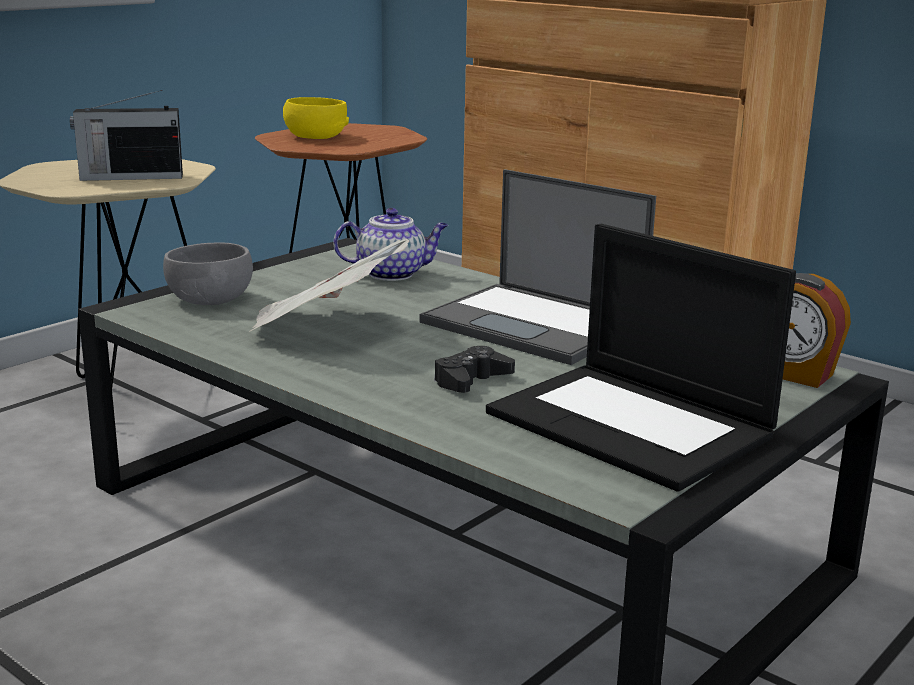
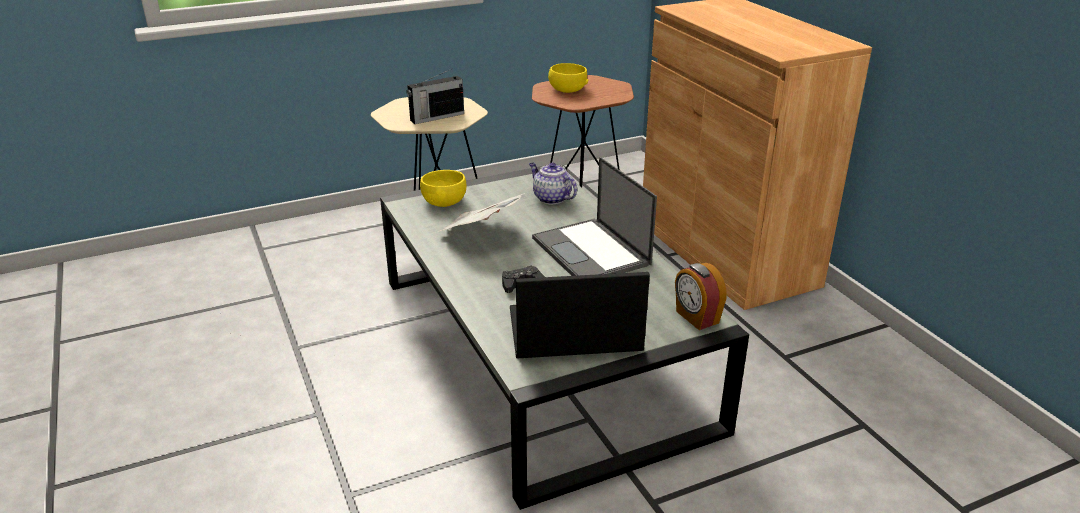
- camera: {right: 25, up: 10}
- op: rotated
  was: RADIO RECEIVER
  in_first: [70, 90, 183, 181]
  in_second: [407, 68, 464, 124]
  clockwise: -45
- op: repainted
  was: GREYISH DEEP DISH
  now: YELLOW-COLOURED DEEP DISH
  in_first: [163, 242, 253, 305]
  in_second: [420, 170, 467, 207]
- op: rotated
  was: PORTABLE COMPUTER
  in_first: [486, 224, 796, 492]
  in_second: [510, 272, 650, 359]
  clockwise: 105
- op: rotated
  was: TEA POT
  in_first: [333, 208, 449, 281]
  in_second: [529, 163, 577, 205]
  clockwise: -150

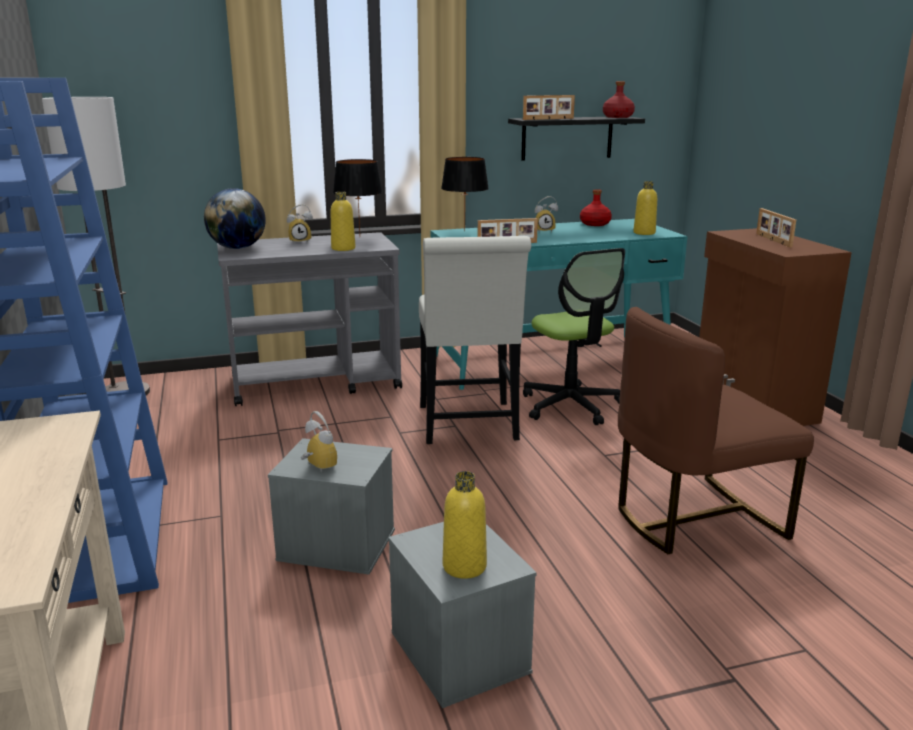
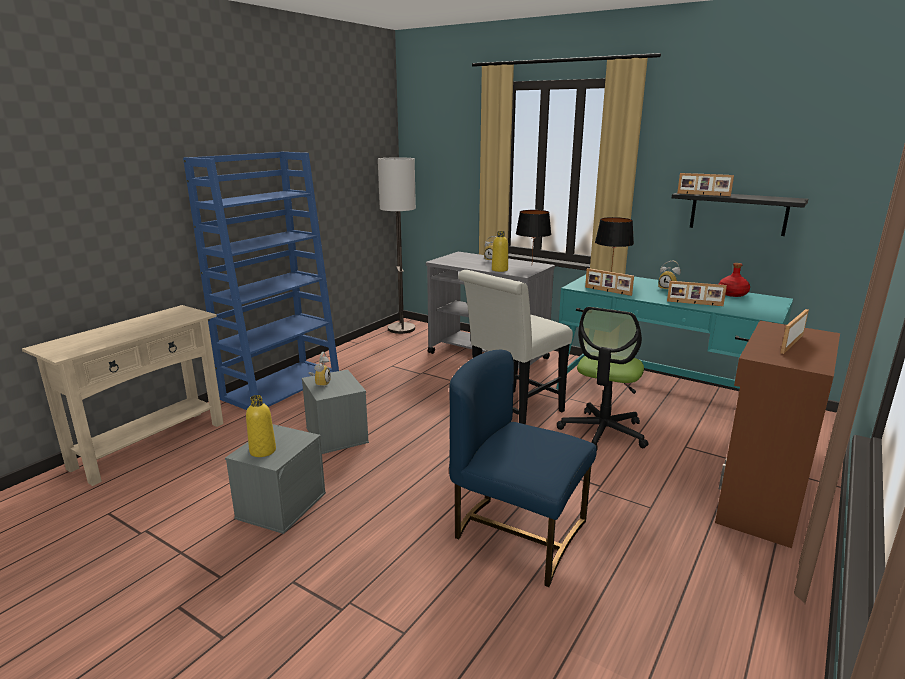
- camera: {right: 50, up: 0}
- op: repainted
  was: BROWN PLAIN CHAIR
  now: BLUISH PLAIN CHAIR
  in_first: [618, 307, 814, 554]
  in_second: [449, 350, 597, 587]
- op: new
  now: PHOTO FRAME
  in_second: [667, 281, 727, 306]
- op: gone
  was: WORLD GLOBE
  in_first: [204, 188, 266, 249]
- op: gone
  was: RED-COLOURED BEVERAGE BOTTLE
  in_first: [603, 81, 635, 118]
- op: gone
  was: YELLOW-COLOURED BEVERAGE BOTTLE
  in_first: [633, 181, 657, 235]

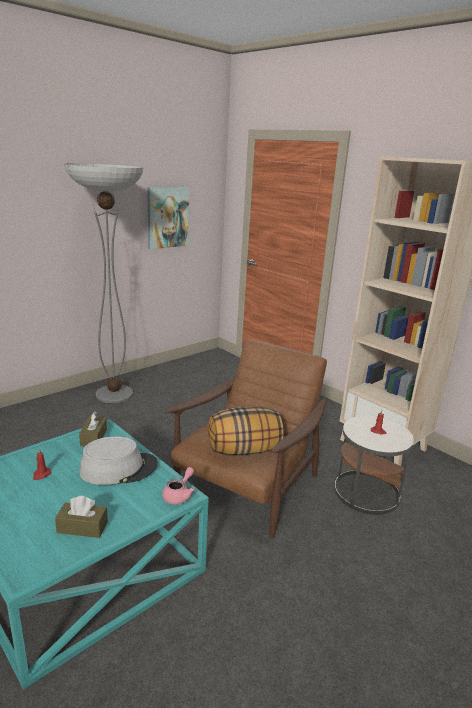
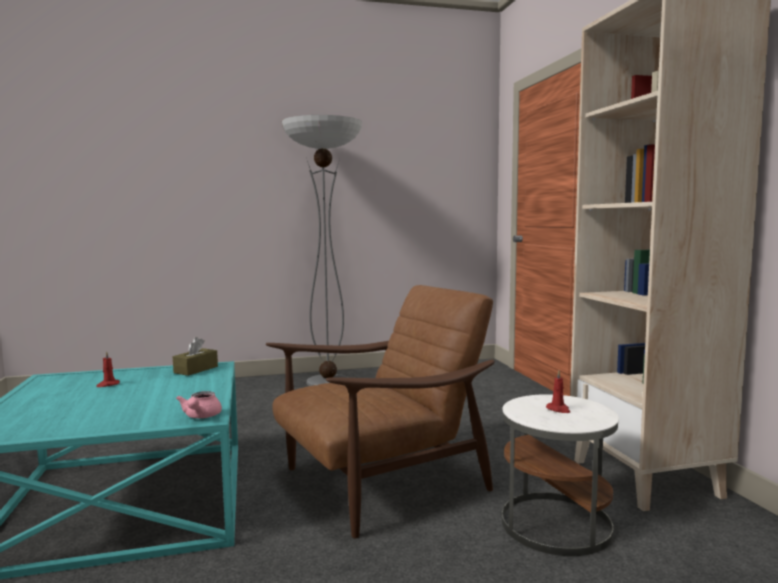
- camera: {right: 30, up: -15}
- op: rotated
  was: PINKISH TEA POT
  in_first: [162, 467, 195, 504]
  in_second: [176, 391, 222, 418]
  clockwise: 120
- op: gone
  was: BROWN TISSUE HOLDER
  in_first: [55, 496, 108, 538]
- op: gone
  was: GREYISH WEARABLE HAT
  in_first: [79, 436, 158, 485]
- op: gone
  was: PICTURE
  in_first: [147, 187, 189, 249]
- op: gone
  was: CUSHION
  in_first: [208, 406, 284, 456]

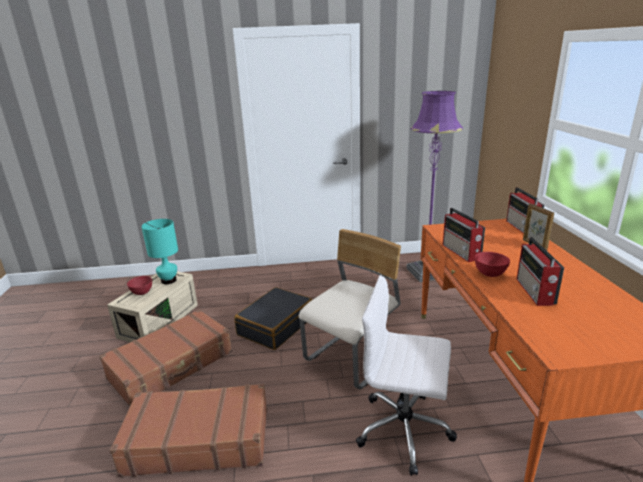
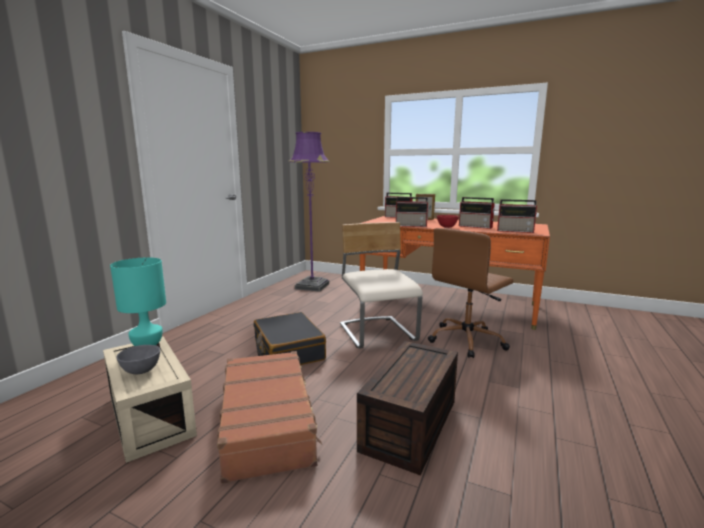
- camera: {right: -60, up: -10}
- op: repainted
  was: RED-COLOURED DEEP DISH
  now: GREYISH DEEP DISH
  in_first: [127, 276, 152, 295]
  in_second: [117, 345, 160, 374]
- op: swapped
  was: BROWN SUITCASE
  now: BROWN STORAGE BIN
  in_first: [110, 384, 267, 477]
  in_second: [357, 341, 458, 475]
- op: repainted
  was: WHITE DESK CHAIR
  now: BROWN DESK CHAIR
  in_first: [356, 275, 457, 476]
  in_second: [428, 228, 513, 358]
- op: new
  now: RADIO RECEIVER
  in_second: [497, 199, 538, 233]

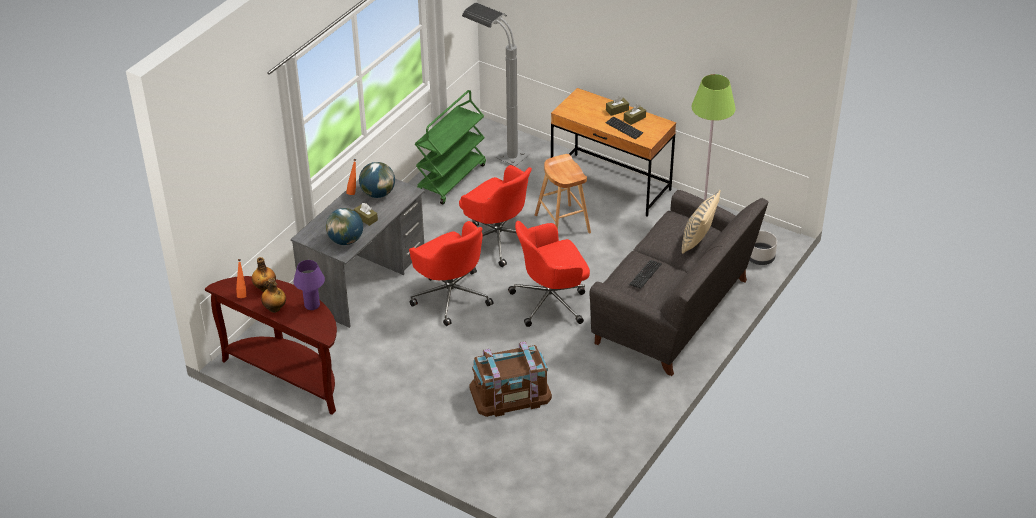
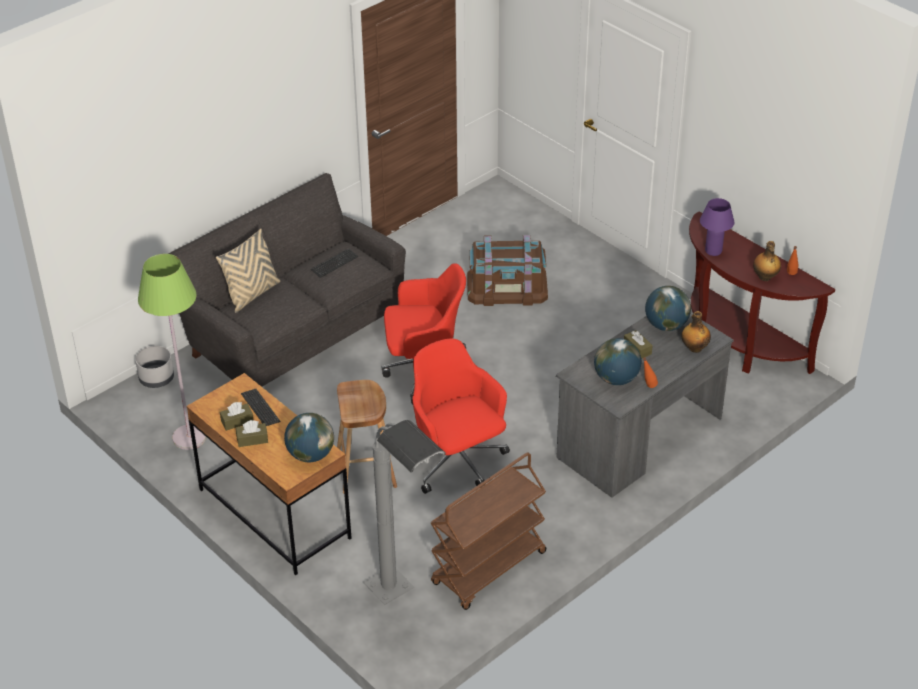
- camera: {right: -165, up: 0}
- op: new
  now: WORLD GLOBE
  in_second: [284, 413, 334, 462]
- op: repainted
  was: GREEN TROLLEY
  now: BROWN TROLLEY
  in_first: [415, 90, 486, 205]
  in_second: [431, 452, 546, 610]
- op: shifted
  was: BEVERAGE BOTTLE
  in_first: [261, 278, 286, 313]
  in_second: [681, 311, 711, 353]
- op: gone
  was: RED-COLOURED DESK CHAIR
  in_first: [409, 221, 493, 326]

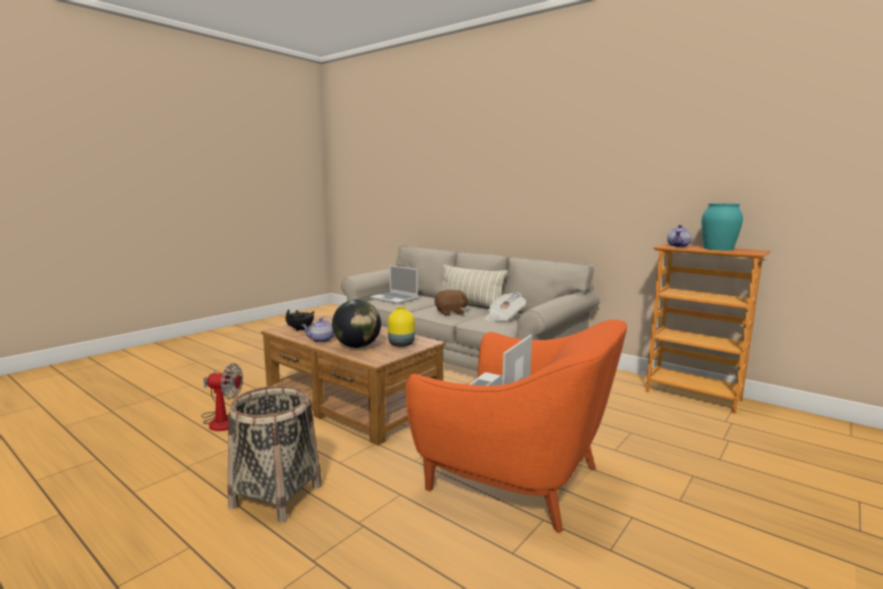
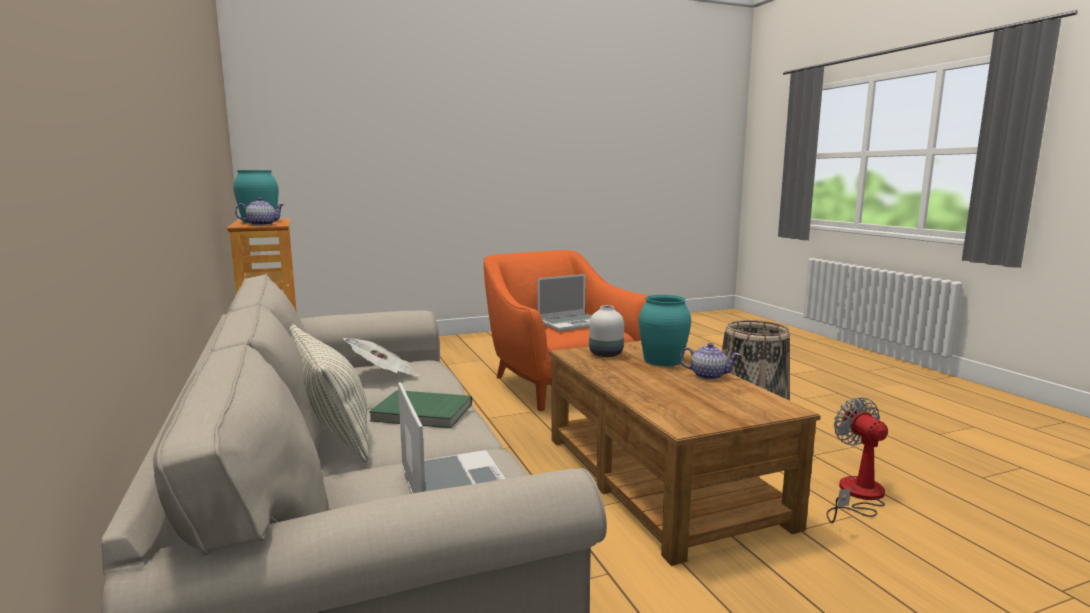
- camera: {right: -150, up: 0}
- op: swapped
  was: BROWN CUDDLY TOY
  now: GREEN BOUND BOOK
  in_first: [434, 290, 469, 316]
  in_second: [369, 390, 472, 428]
- op: repainted
  was: YELLOW-COLOURED FLOWER VASE
  now: WHITE FLOWER VASE
  in_first: [388, 307, 415, 347]
  in_second: [589, 305, 624, 357]
- op: swapped
  was: WORLD GLOBE
  now: BLUE-GREEN FLOWER VASE
  in_first: [332, 299, 381, 348]
  in_second: [639, 295, 691, 366]
- op: rotated
  was: ELECTRIC FAN
  in_first: [201, 363, 243, 431]
  in_second: [827, 397, 888, 523]
  clockwise: 45
- op: gone
  was: BLACK TEA POT
  in_first: [286, 309, 315, 331]

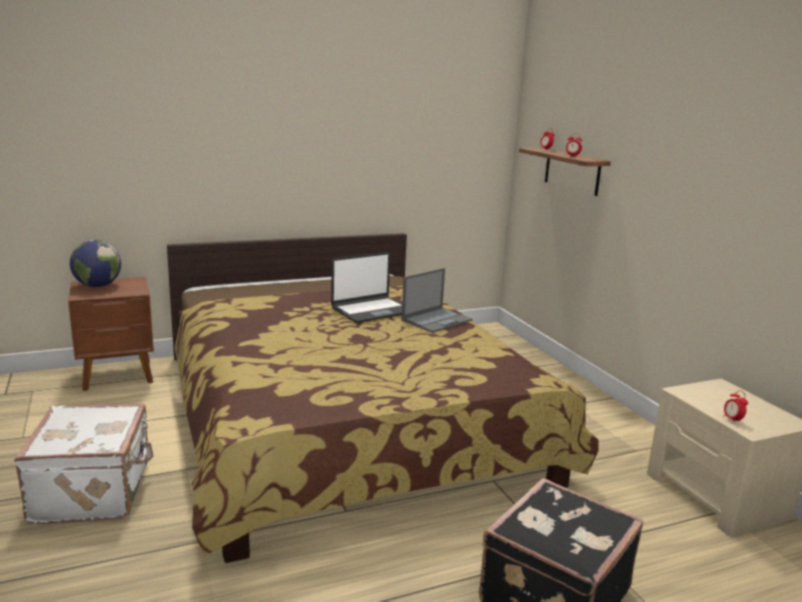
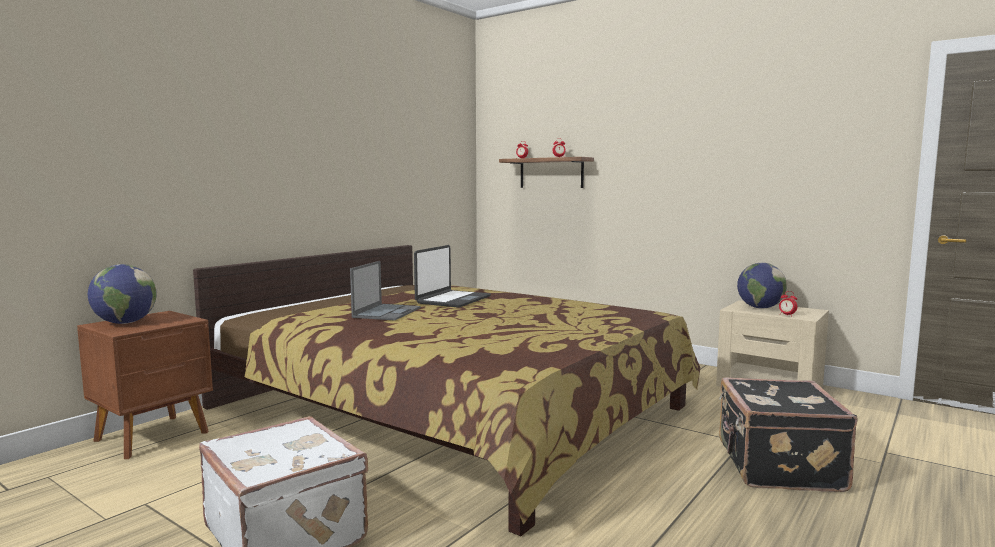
- camera: {right: -30, up: -10}
- op: shifted
  was: PORTABLE COMPUTER
  in_first: [401, 268, 473, 333]
  in_second: [350, 261, 421, 320]
- op: new
  now: WORLD GLOBE
  in_second: [737, 263, 787, 309]

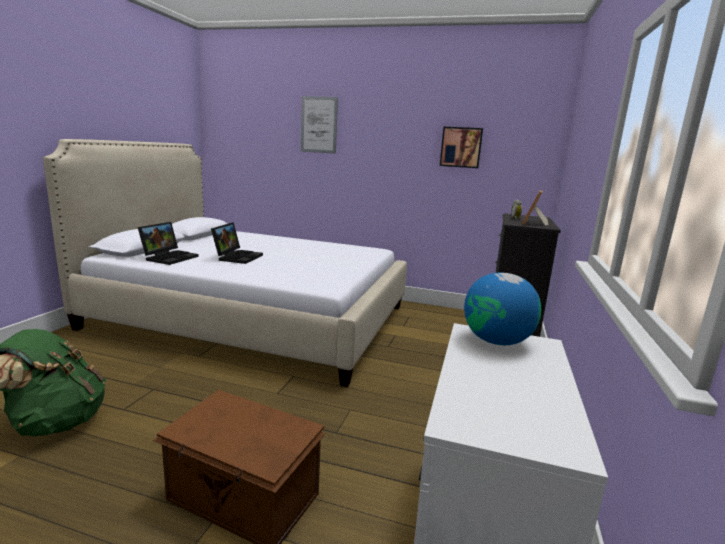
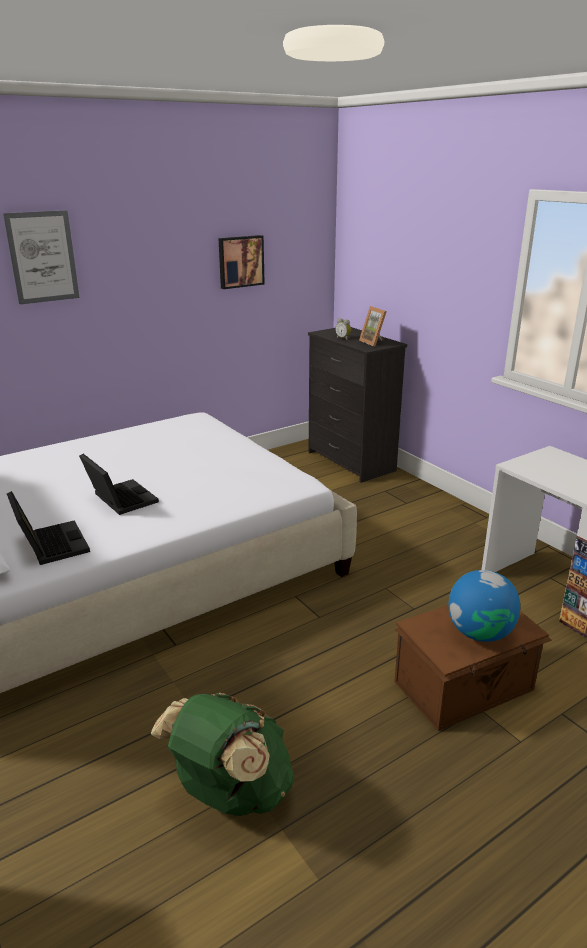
- camera: {right: -50, up: 10}
- op: shifted
  was: WORLD GLOBE
  in_first: [464, 273, 541, 345]
  in_second: [449, 570, 520, 642]

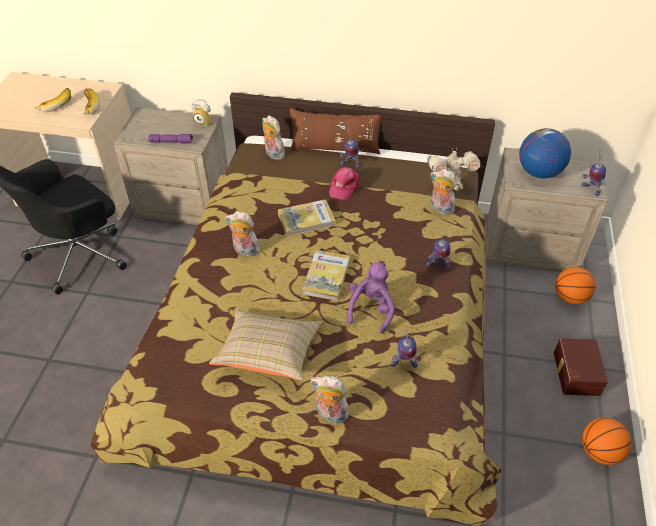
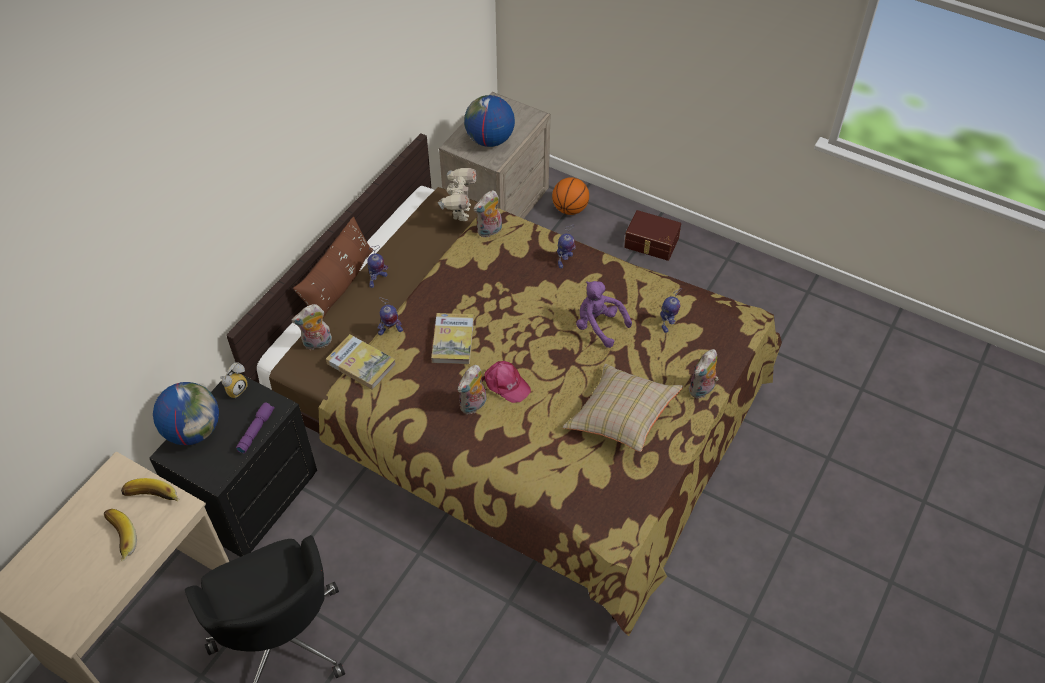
- camera: {right: -70, up: 5}
- op: repainted
  was: BEIGE-COLOURED NIGHT TABLE
  now: BLACK NIGHT TABLE
  in_first: [113, 107, 228, 225]
  in_second: [149, 370, 317, 557]
- op: new
  now: WORLD GLOBE
  in_second: [153, 382, 219, 445]
- op: shifted
  was: BOUND BOOK
  in_first: [302, 250, 350, 301]
  in_second: [326, 334, 396, 390]
- op: shifted
  was: MODEL ROBOT
  in_first: [581, 149, 606, 196]
  in_second: [378, 297, 403, 336]
- op: shifted
  was: PINKISH PEAKED CAP
  in_first: [329, 167, 360, 200]
  in_second: [482, 361, 531, 403]
- op: gone
  was: BASKETBALL
  in_first: [582, 418, 632, 465]

